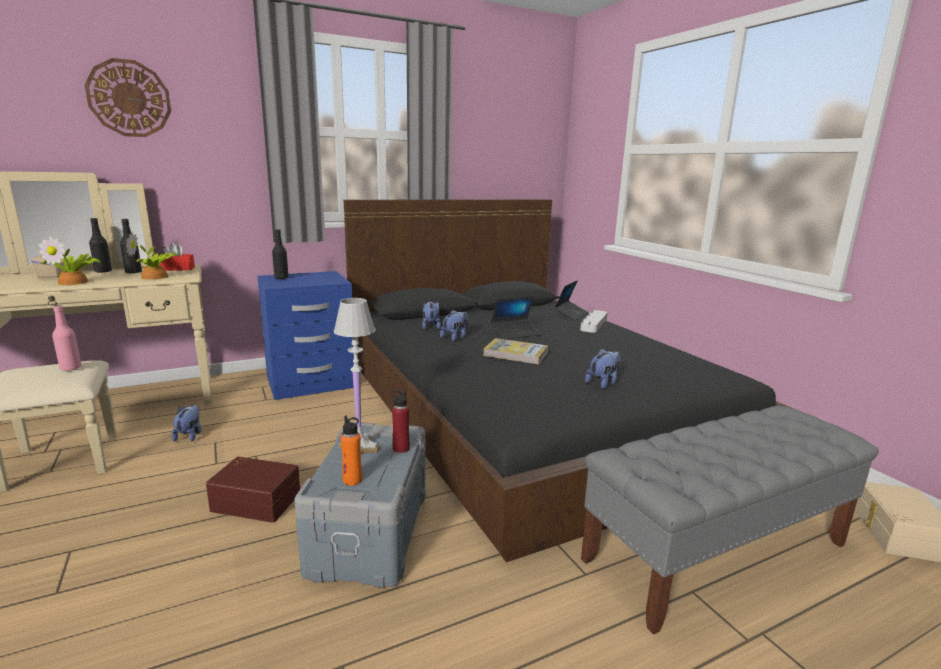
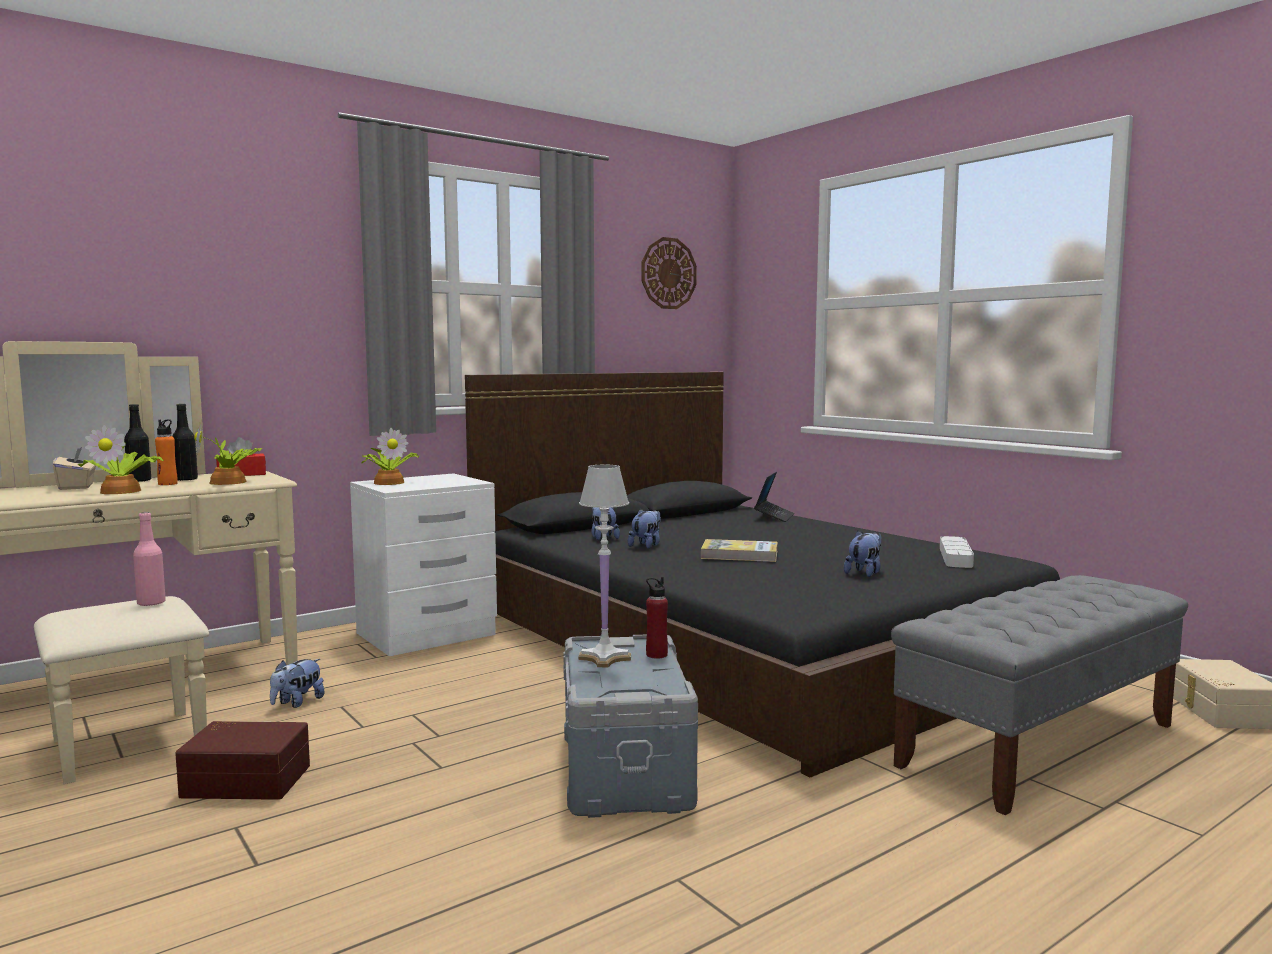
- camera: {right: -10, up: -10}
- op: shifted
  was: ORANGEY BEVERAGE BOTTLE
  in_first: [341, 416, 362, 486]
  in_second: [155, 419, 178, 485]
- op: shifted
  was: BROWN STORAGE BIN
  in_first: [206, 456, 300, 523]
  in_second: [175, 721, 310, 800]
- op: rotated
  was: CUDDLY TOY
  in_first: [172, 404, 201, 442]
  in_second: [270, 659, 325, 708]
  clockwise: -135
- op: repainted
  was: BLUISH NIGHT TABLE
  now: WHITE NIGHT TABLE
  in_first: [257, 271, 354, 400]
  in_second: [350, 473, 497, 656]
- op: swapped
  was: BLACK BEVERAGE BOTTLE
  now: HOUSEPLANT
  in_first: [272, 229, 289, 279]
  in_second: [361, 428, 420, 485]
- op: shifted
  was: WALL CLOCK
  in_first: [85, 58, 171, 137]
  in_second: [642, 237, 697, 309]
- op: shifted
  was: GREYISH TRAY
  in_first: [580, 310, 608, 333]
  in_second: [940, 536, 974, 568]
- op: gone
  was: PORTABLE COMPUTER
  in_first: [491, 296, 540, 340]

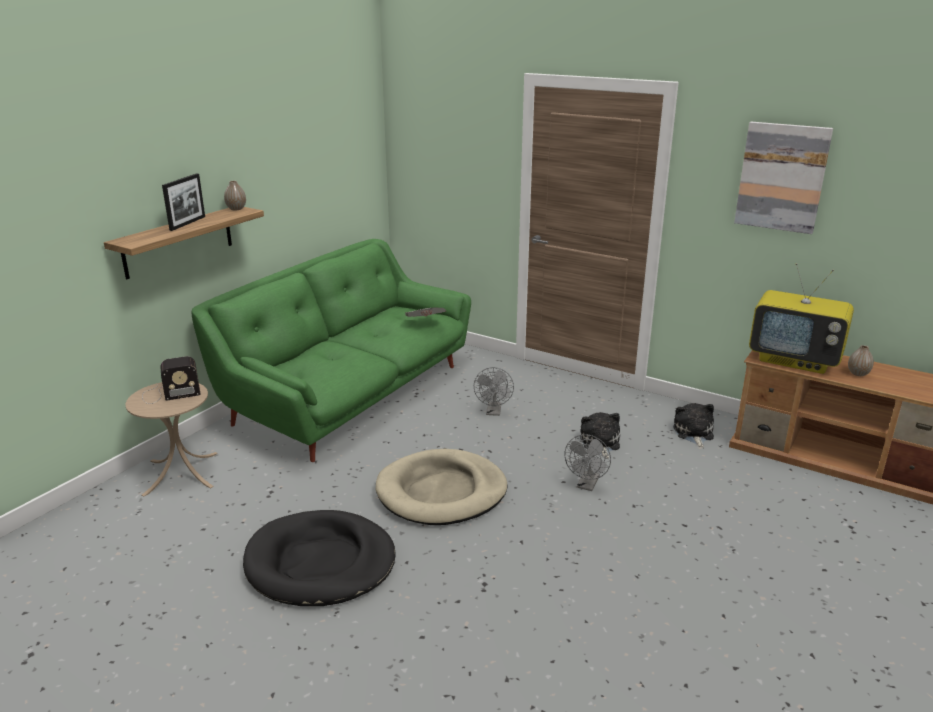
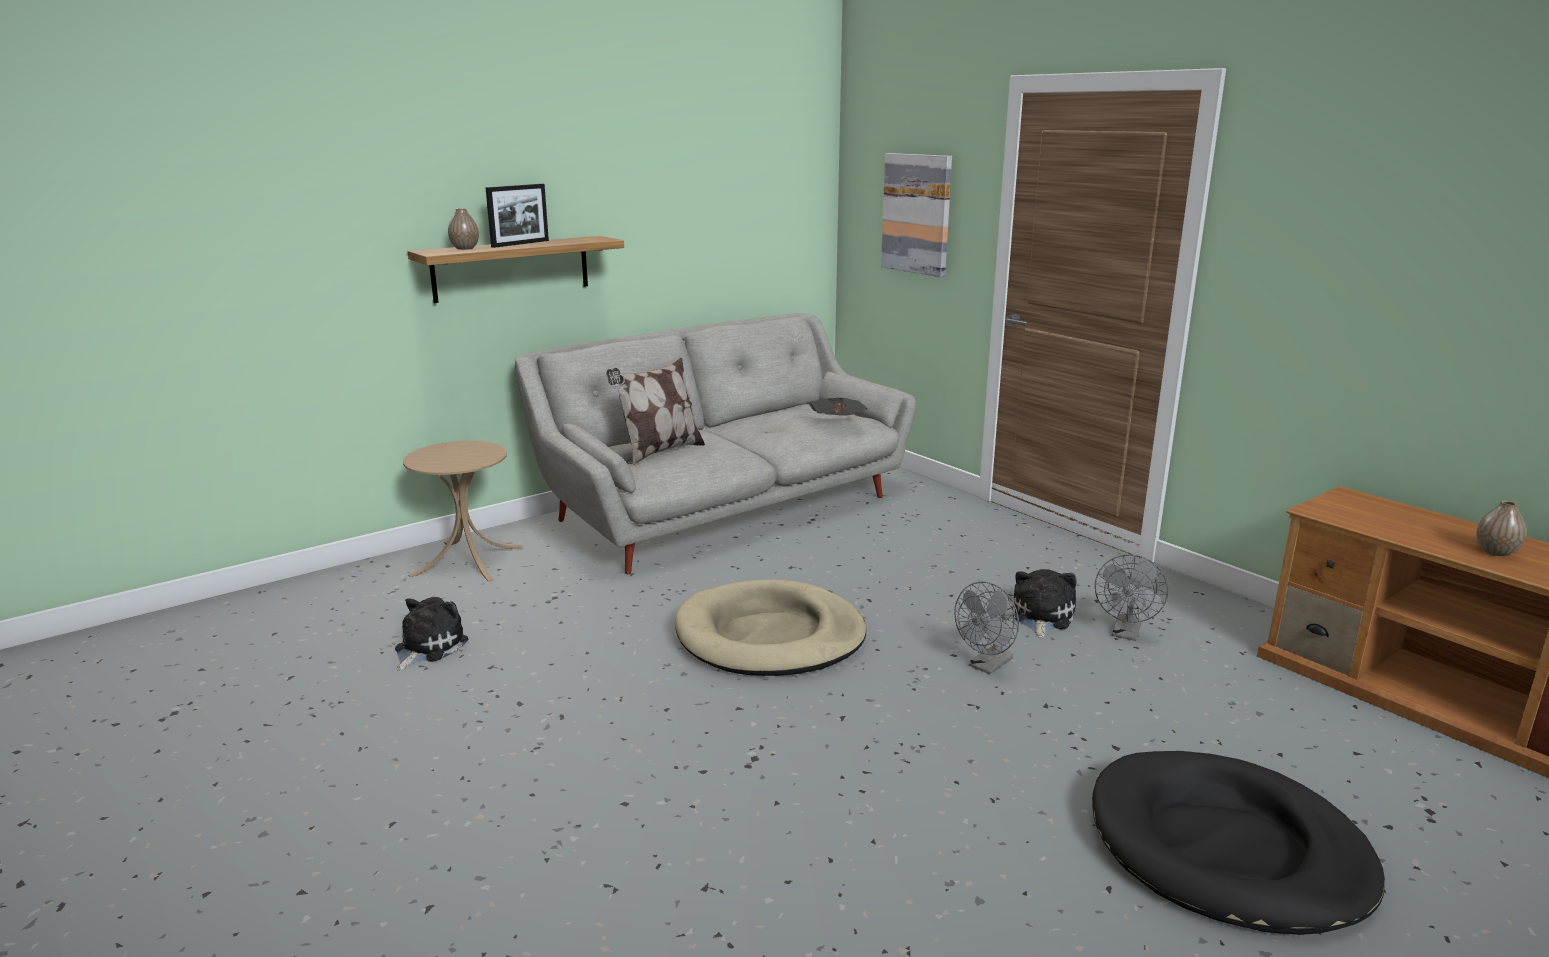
- camera: {right: 20, up: -5}
- op: shifted
  was: CUDDLY TOY
  in_first: [673, 403, 714, 448]
  in_second: [395, 597, 468, 671]
- op: shifted
  was: FLOWER VASE
  in_first: [224, 181, 246, 210]
  in_second: [448, 208, 479, 250]
- op: repainted
  was: GREEN COUCH
  now: GREYISH COUCH
  in_first: [192, 239, 471, 462]
  in_second: [515, 313, 916, 574]
- op: new
  now: CUSHION
  in_second: [606, 358, 705, 466]
- op: shifted
  was: PICTURE
  in_first: [734, 122, 833, 234]
  in_second: [881, 153, 952, 277]
- op: shifted
  was: BLACK PET BED
  in_first: [243, 510, 396, 606]
  in_second: [1092, 751, 1385, 935]
- op: shifted
  was: GREYISH ELECTRIC FAN
  in_first: [474, 367, 514, 416]
  in_second: [1095, 555, 1168, 641]
- op: gone
  was: RADIO RECEIVER
  in_first: [142, 356, 201, 404]
- op: gone
  was: TV SET
  in_first: [749, 263, 854, 374]

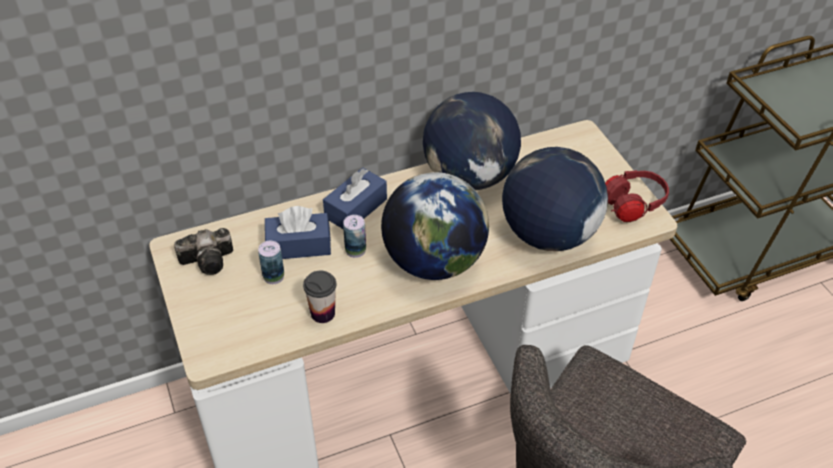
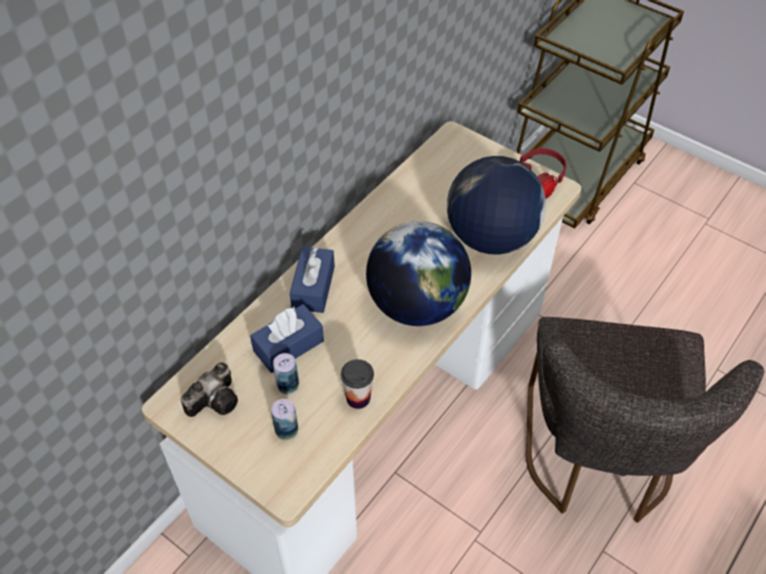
- camera: {right: -30, up: 5}
- op: shifted
  was: SEALED CAN
  in_first: [343, 215, 366, 258]
  in_second: [271, 399, 298, 441]
- op: gone
  was: WORLD GLOBE
  in_first: [423, 92, 521, 190]

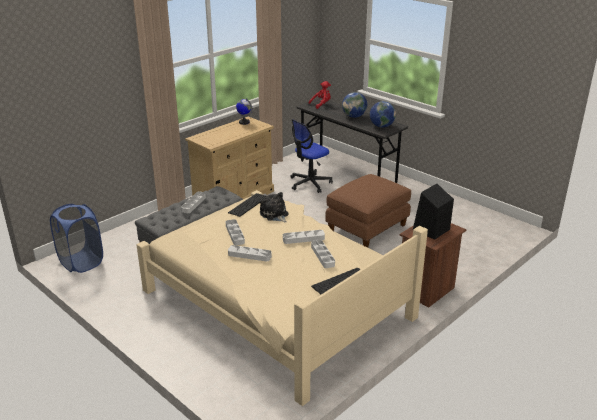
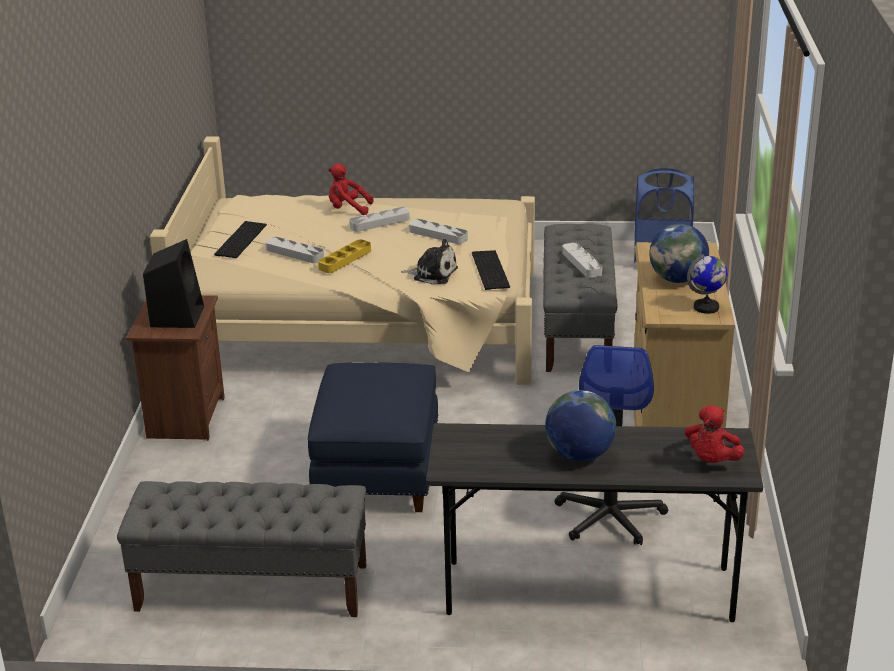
- camera: {right: 140, up: 0}
- op: new
  now: GREYISH BENCH
  in_second: [117, 481, 366, 617]
- op: repainted
  was: BROWN FOOTREST
  now: BLUISH FOOTREST
  in_first: [325, 174, 411, 248]
  in_second: [308, 362, 438, 512]
- op: repainted
  was: GREYISH TRAY
  now: YELLOW-COLOURED TRAY
  in_first: [283, 230, 325, 244]
  in_second: [318, 239, 371, 273]
- op: new
  now: RED-COLOURED CUDDLY TOY
  in_second: [328, 164, 373, 215]
- op: shifted
  was: WORLD GLOBE
  in_first: [370, 101, 396, 128]
  in_second: [649, 224, 709, 283]

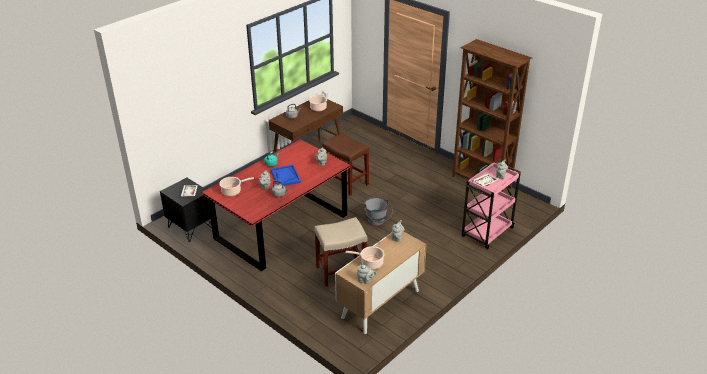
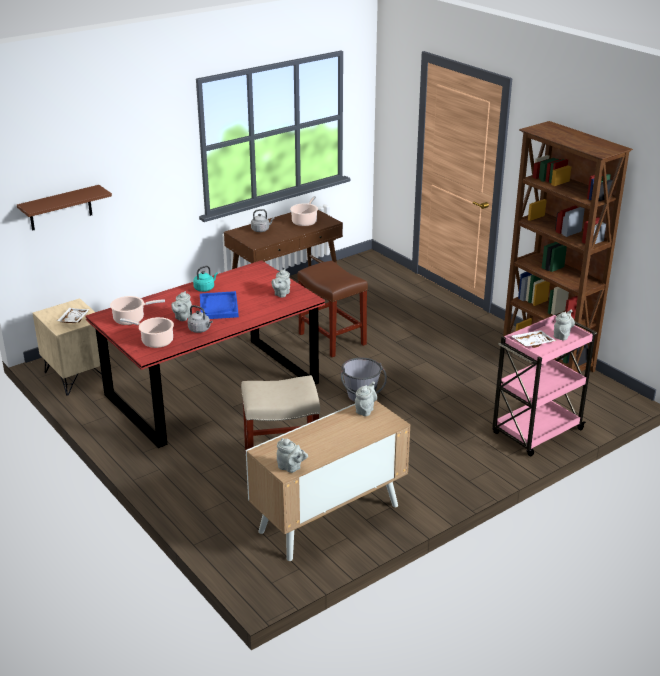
- camera: {right: 10, up: -5}
- op: new
  now: BROWN WALL SHELF
  in_second: [17, 185, 112, 231]
- op: repainted
  was: BLACK NIGHT TABLE
  now: BEIGE-COLOURED NIGHT TABLE
  in_first: [160, 177, 212, 242]
  in_second: [33, 298, 110, 396]
- op: shifted
  was: SAUCEPOT
  in_first: [346, 246, 385, 269]
  in_second: [120, 317, 174, 348]

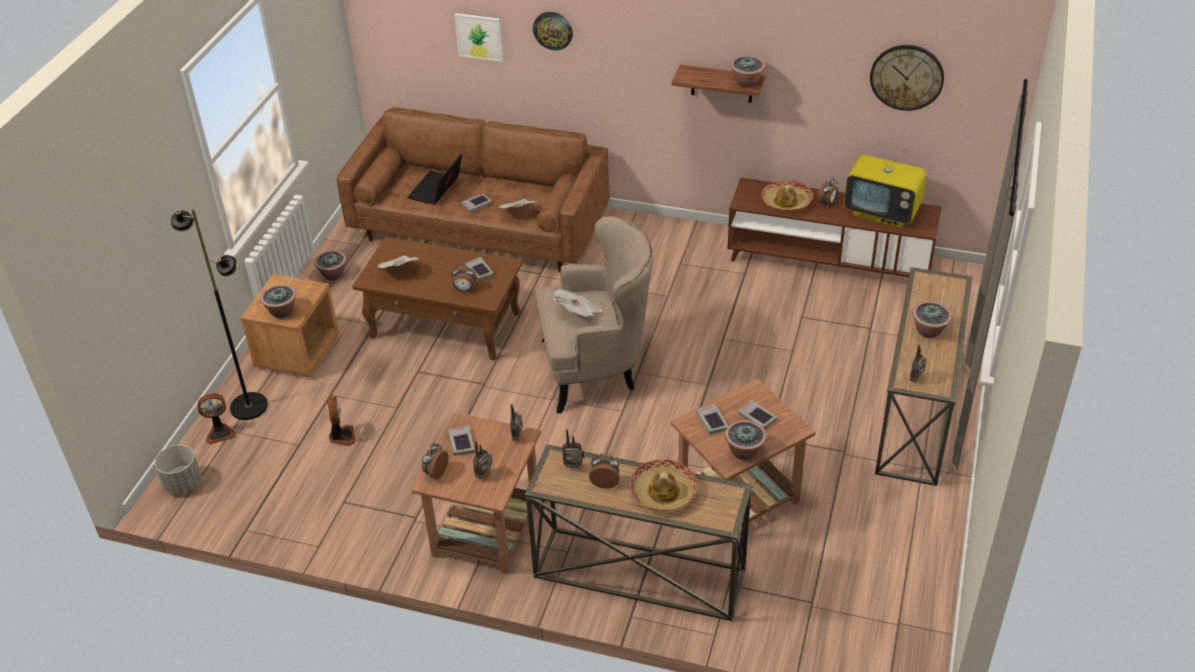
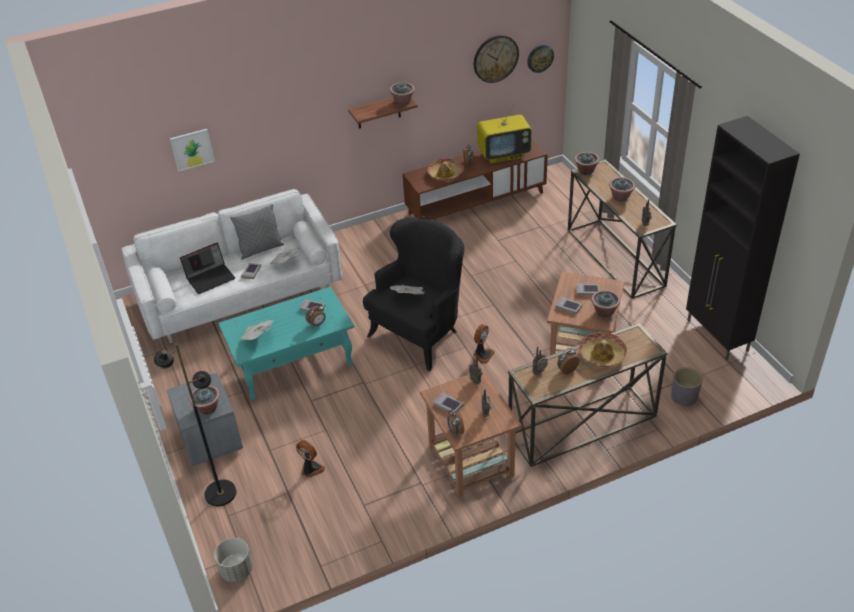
- camera: {right: -40, up: 0}
- op: repainted
  was: BROWN COUCH
  now: WHITE COUCH
  in_first: [337, 107, 610, 273]
  in_second: [121, 189, 343, 343]
- op: repainted
  was: BROWN NIGHT TABLE
  now: GREYISH NIGHT TABLE
  in_first: [241, 274, 339, 377]
  in_second: [167, 373, 243, 466]
- op: rotated
  was: PORTABLE COMPUTER
  in_first: [407, 153, 462, 205]
  in_second: [180, 242, 235, 294]
  clockwise: -105
- op: repainted
  was: BROWN COFFEE TABLE
  now: BLUE-GREEN COFFEE TABLE
  in_first: [352, 237, 523, 361]
  in_second: [218, 287, 354, 400]
- op: new
  now: GREYISH CUSHION
  in_second: [230, 204, 284, 260]
- op: repainted
  was: BEIGE-COLOURED EASY CHAIR
  now: BLACK EASY CHAIR
  in_first: [536, 216, 653, 414]
  in_second: [363, 218, 464, 372]
- op: shifted
  was: ELECTRIC FAN
  in_first: [197, 393, 236, 445]
  in_second: [473, 324, 495, 364]
- op: shifted
  was: WALL CLOCK
  in_first: [533, 12, 573, 50]
  in_second: [527, 45, 554, 73]
- op: shifted
  was: HOUSEPLANT
  in_first: [314, 251, 346, 281]
  in_second: [574, 152, 600, 175]
- op: new
  now: GREYISH FLOWER POT
  in_second: [671, 367, 703, 407]
- op: new
  now: BLACK CABINET
  in_second: [686, 116, 800, 360]

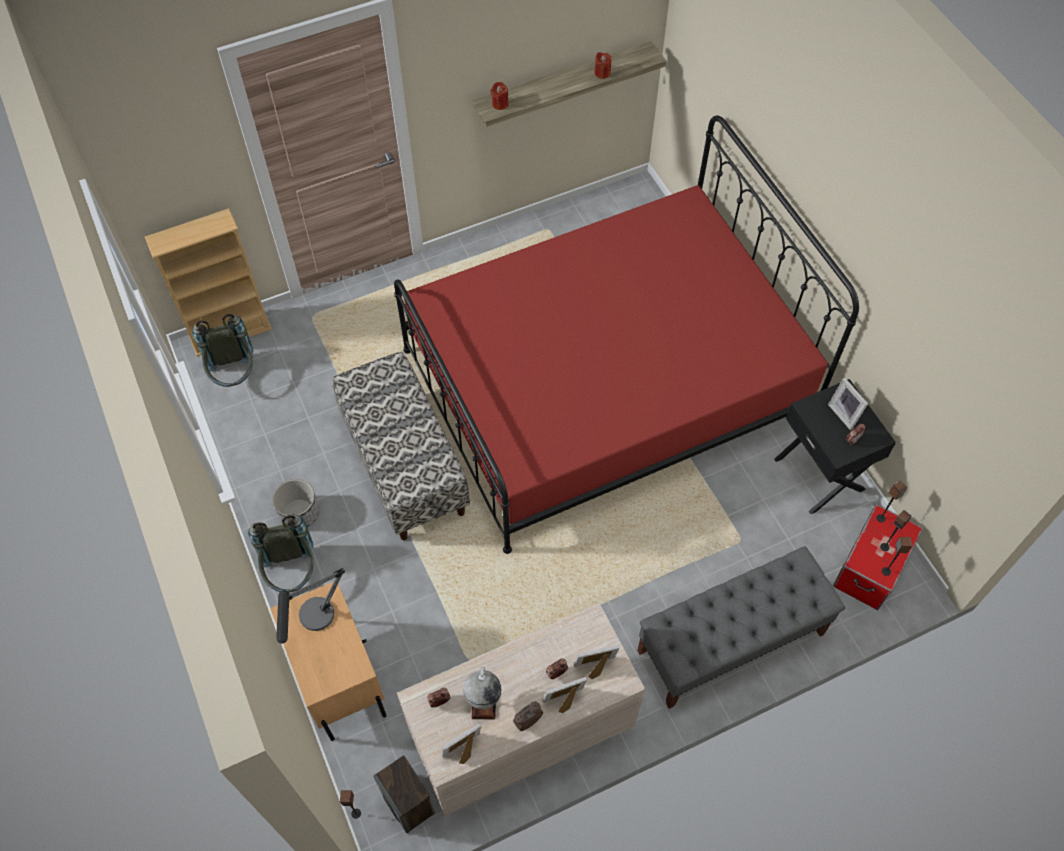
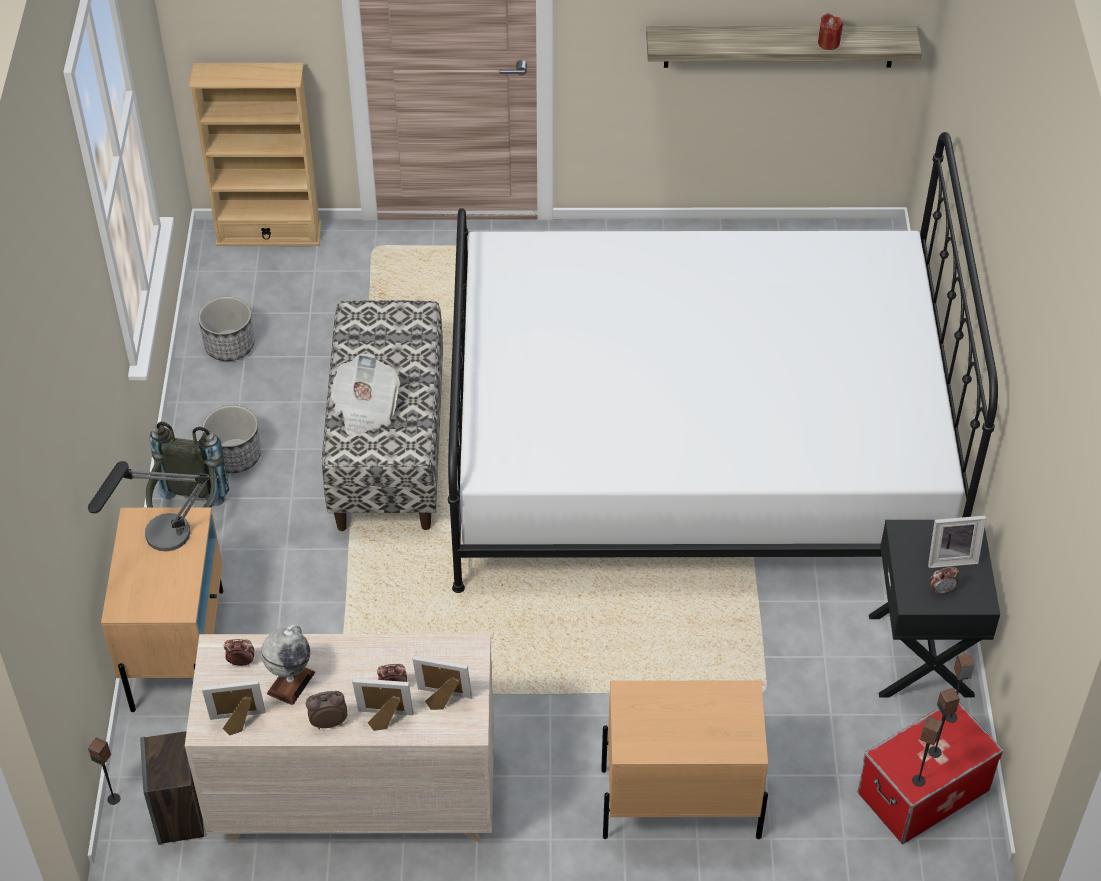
- camera: {right: 25, up: -10}
- op: new
  now: FLOWER POT
  in_second: [198, 297, 254, 361]
- op: new
  now: NEWSPAPER
  in_second: [330, 353, 400, 436]
- op: repainted
  was: RED-COLOURED SLEEPING BED
  now: WHITE SLEEPING BED
  in_first: [394, 115, 859, 554]
  in_second: [448, 132, 998, 593]
- op: swapped
  was: GREYISH BENCH
  now: BEIGE-COLOURED NIGHT TABLE
  in_first: [637, 546, 845, 709]
  in_second: [601, 680, 768, 839]
- op: rotated
  was: PHOTO FRAME
  in_first: [828, 378, 868, 430]
  in_second: [928, 516, 986, 568]
  clockwise: -90
- op: gone
  was: GREYISH BACKPACK
  in_first: [192, 314, 253, 387]
- op: gone
  was: RED-COLOURED WAX LIGHT
  in_first: [490, 82, 509, 110]

